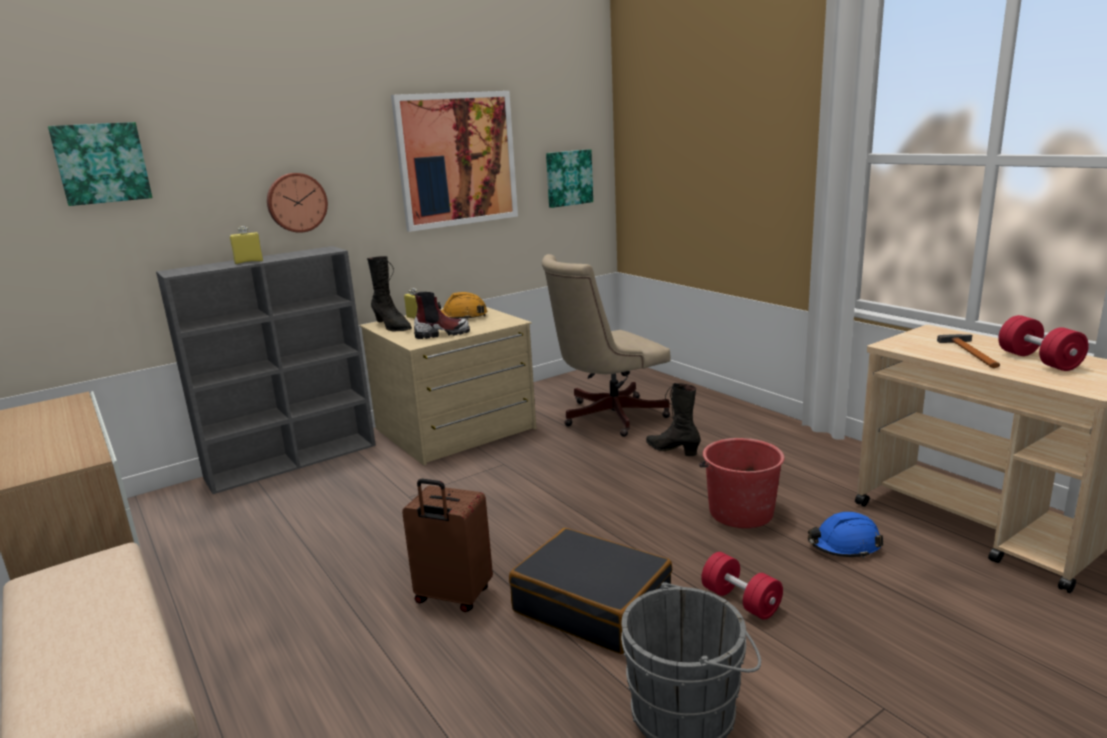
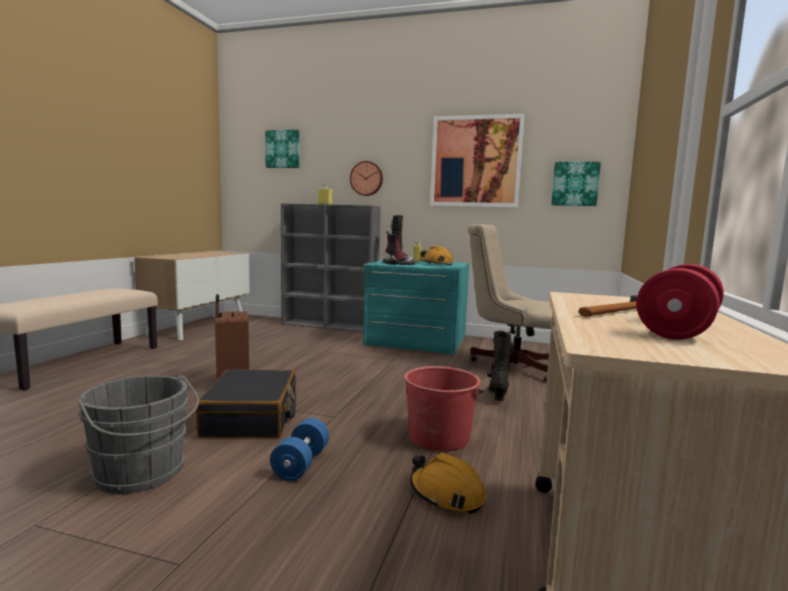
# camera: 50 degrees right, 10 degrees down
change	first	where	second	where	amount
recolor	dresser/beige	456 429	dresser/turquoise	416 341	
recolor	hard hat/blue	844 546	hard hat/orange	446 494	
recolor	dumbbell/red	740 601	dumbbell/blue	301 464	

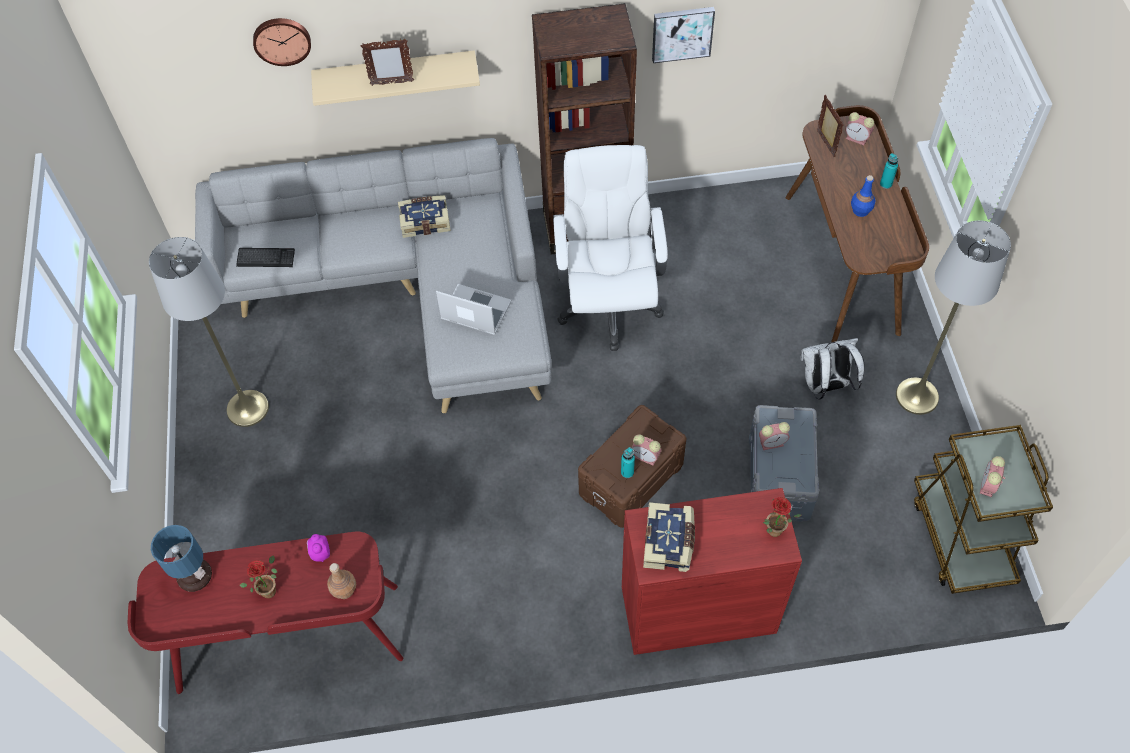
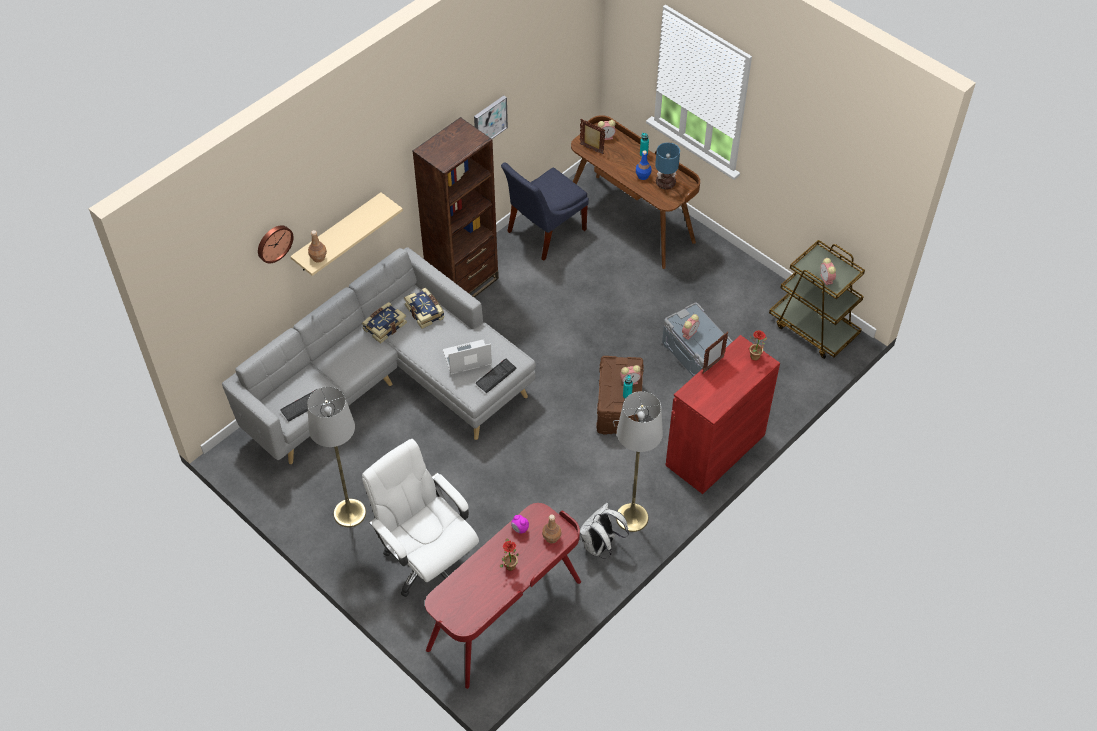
# camera: 40 degrees left, 5 degrees down
change	first	where	second	where	amount
move	picture frame	391 83		712 365	
move	office chair/white	608 304		427 560	
move	floor lamp/grey	917 396		632 517	
move	backpack/white	825 386		600 546	
move	book	669 542		425 312	
move	table lamp	194 576		665 183	
insert			chair/blue	543 232	
insert			bottle/brown	318 257	
insert			keyboard	496 376	

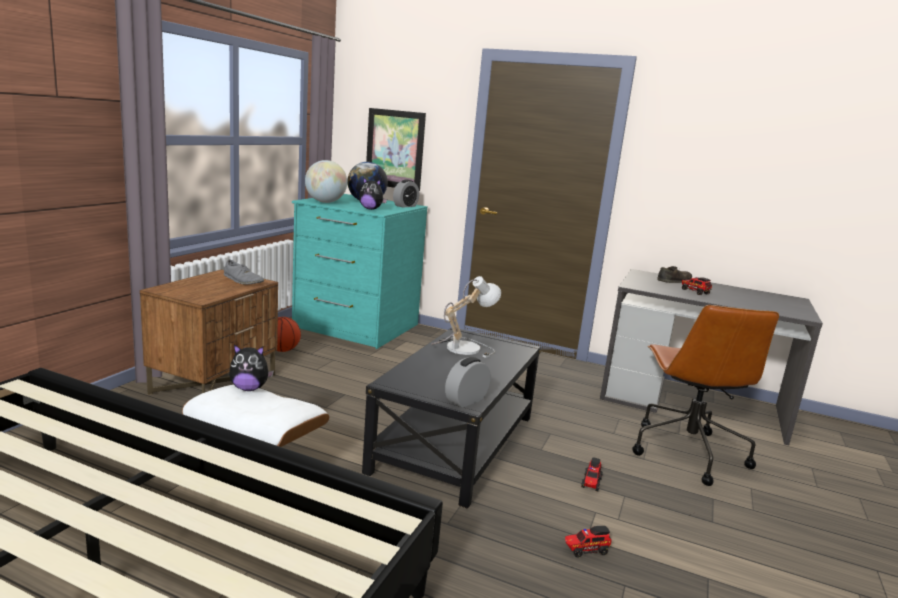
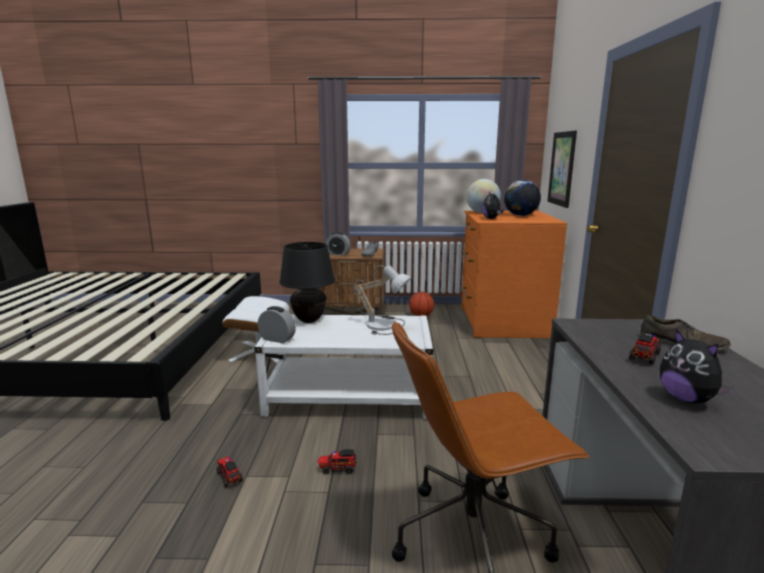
# camera: 70 degrees right, 0 degrees up
change	first	where	second	where	amount
move	alarm clock	405 206		338 254	
recolor	dresser/turquoise	355 326	dresser/orange	502 322	
recolor	coffee table/black	454 444	coffee table/white	349 396	
move	plush toy	249 388		687 399	
insert			table lamp/black	308 320	

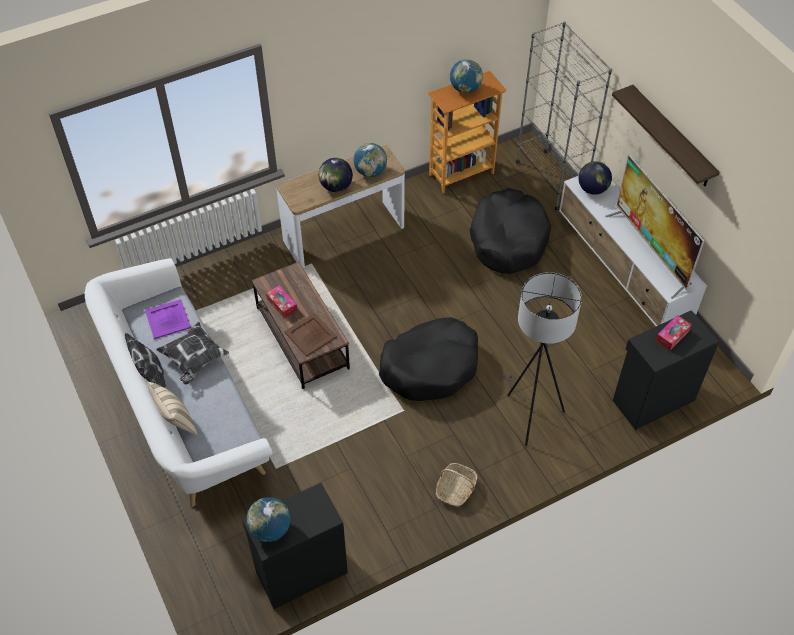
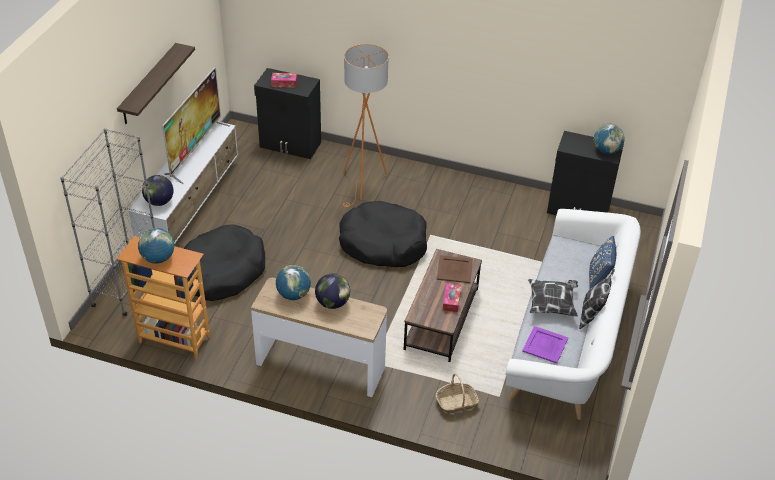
# camera: 135 degrees left, 10 degrees down
change	first	where	second	where	amount
recolor	floor lamp/grey	528 414	floor lamp/orange	363 185	
recolor	pillow/beige	176 422	pillow/blue	599 279	
move	basket	456 489		456 403	

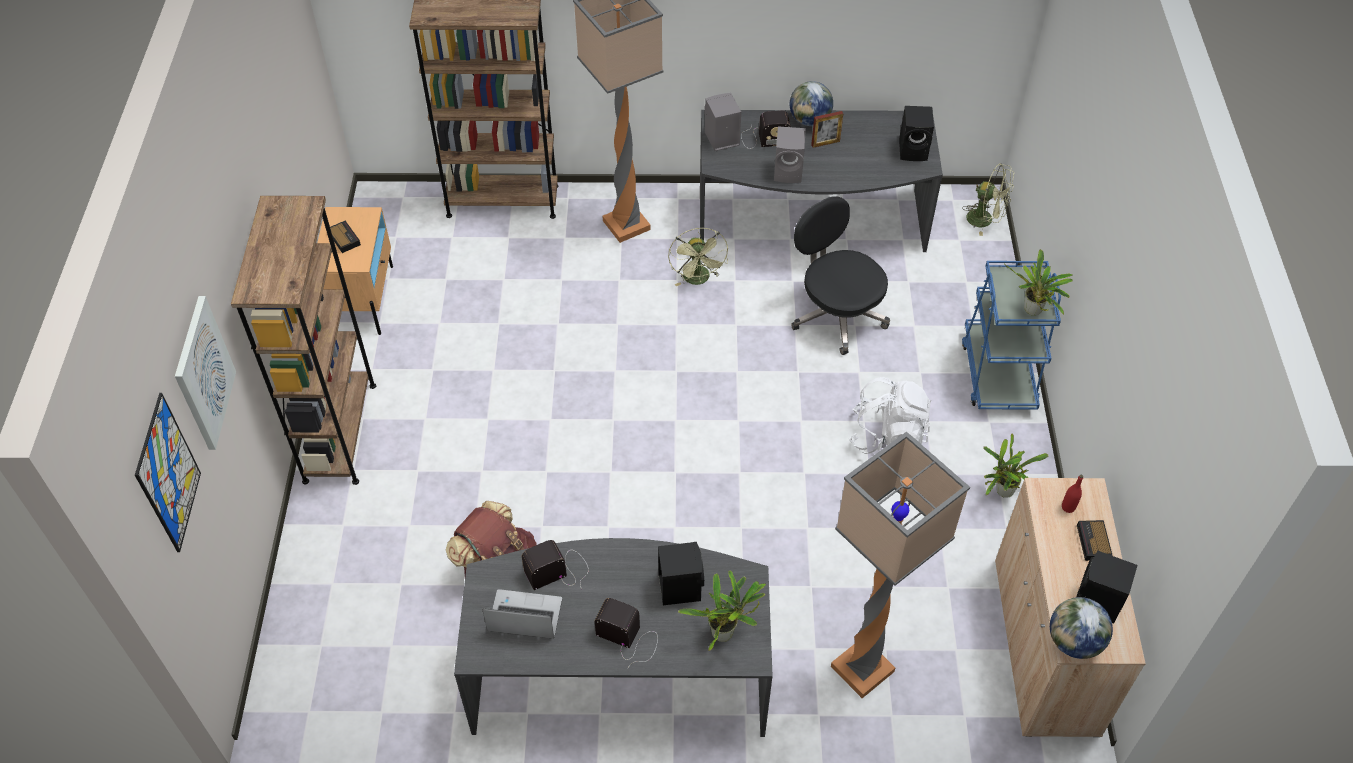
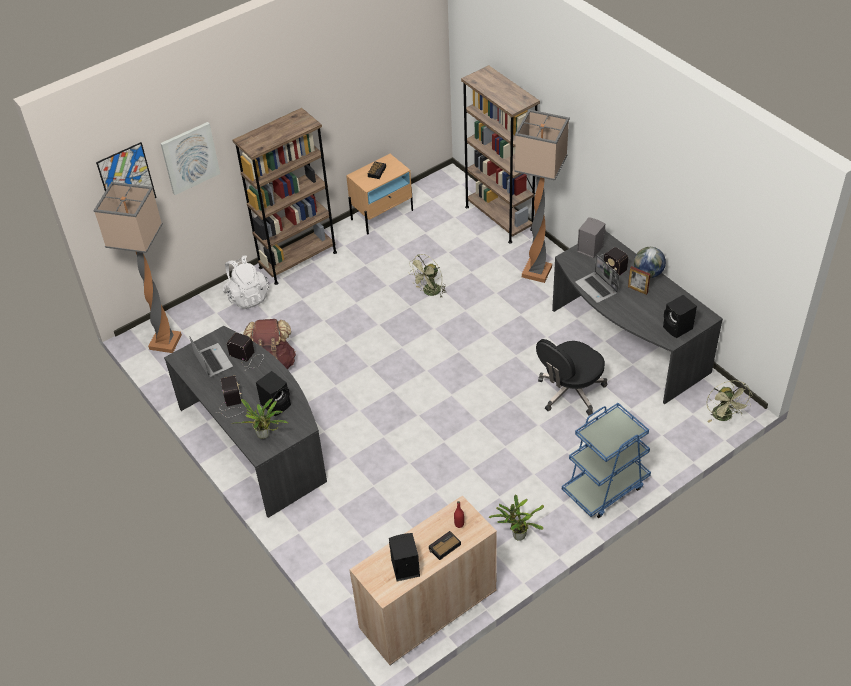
# camera: 55 degrees right, 5 degrees down
change	first	where	second	where	amount
replace	speaker/grey	789 172	laptop	597 288	
rotate	office chair/black	836 314		570 392	150 degrees counterclockwise
move	fan/green	698 280		429 292	
delete	potted plant	1032 312			
move	backpack/white	887 435		247 296	
move	floor lamp	862 671		164 342	
delete	globe	1074 642			

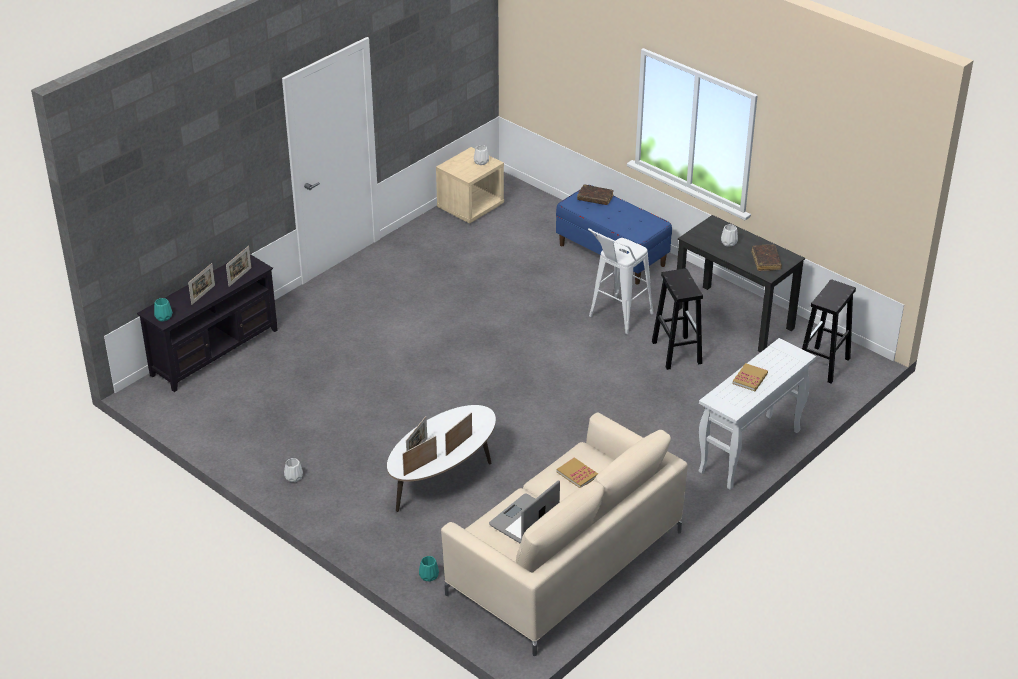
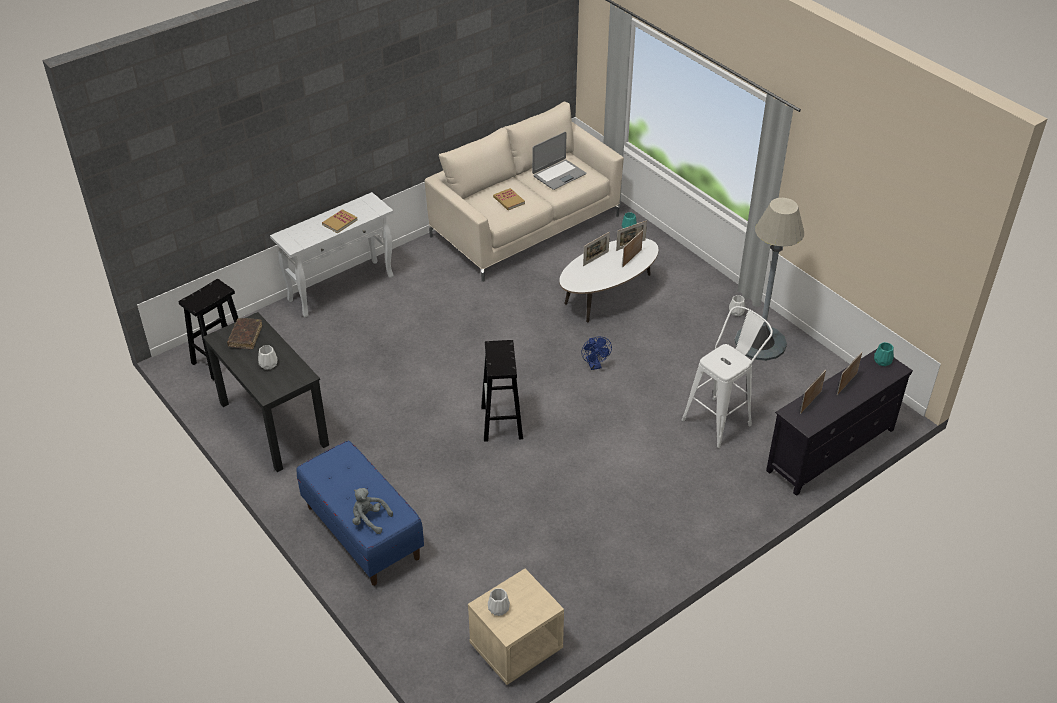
# camera: 170 degrees left, 5 degrees up
change	first	where	second	where	amount
replace	book/brown	595 198	plush toy/grey	369 520	
move	stool/white	616 318		721 419	
move	stool/black	676 352		502 423	
insert			floor lamp/grey	760 342	
insert			fan/blue	594 365	

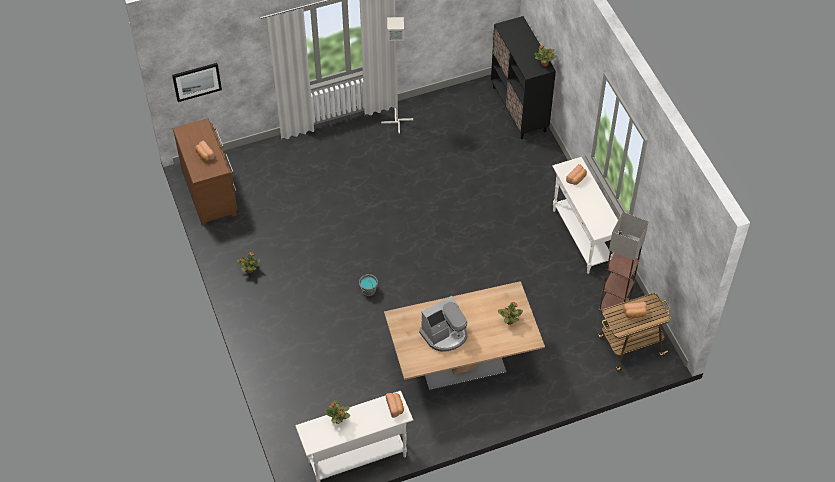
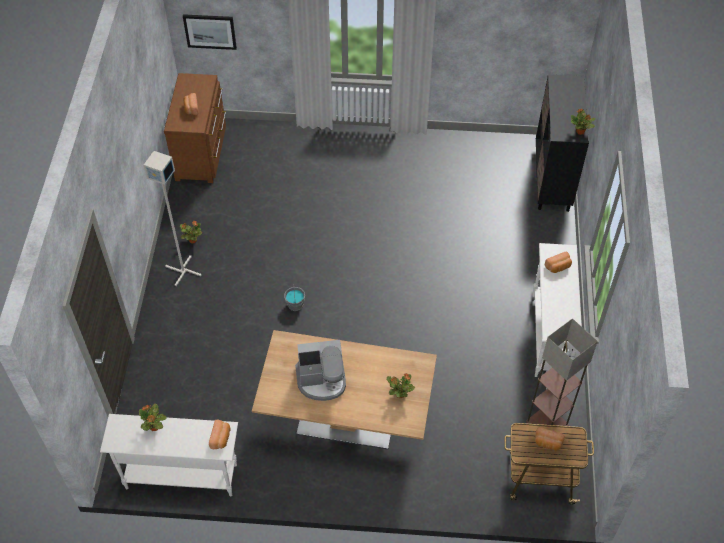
# camera: 25 degrees right, 0 degrees up
change	first	where	second	where	amount
move	floor lamp/grey	396 121		182 271	

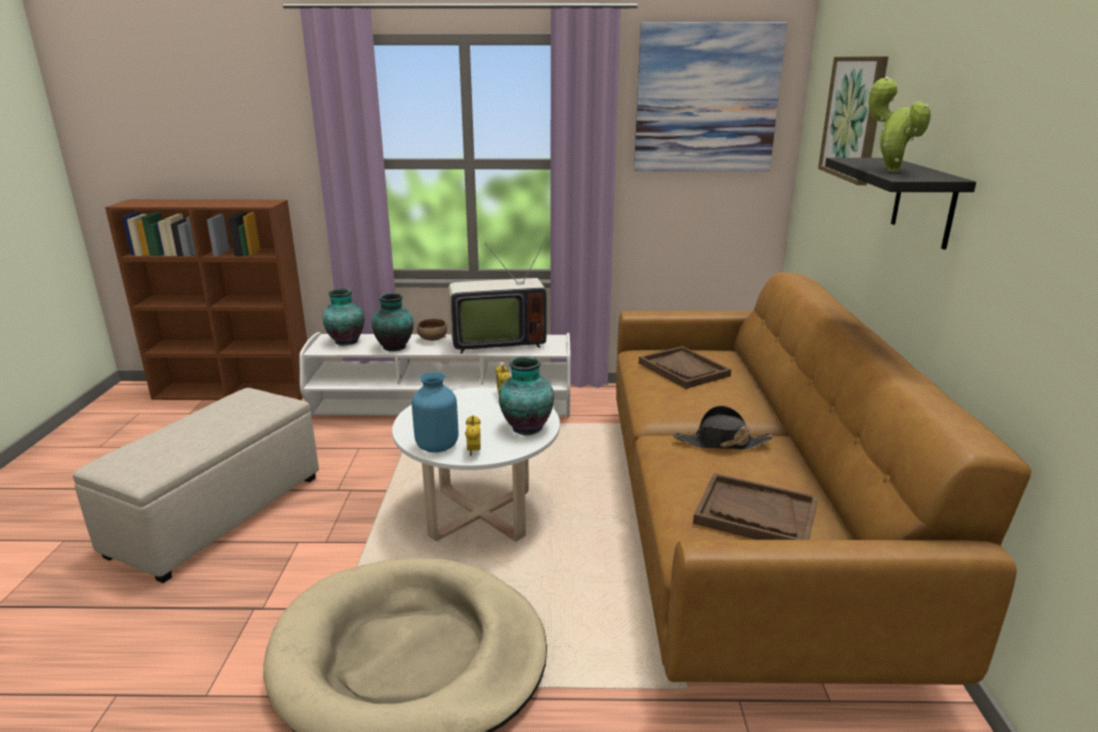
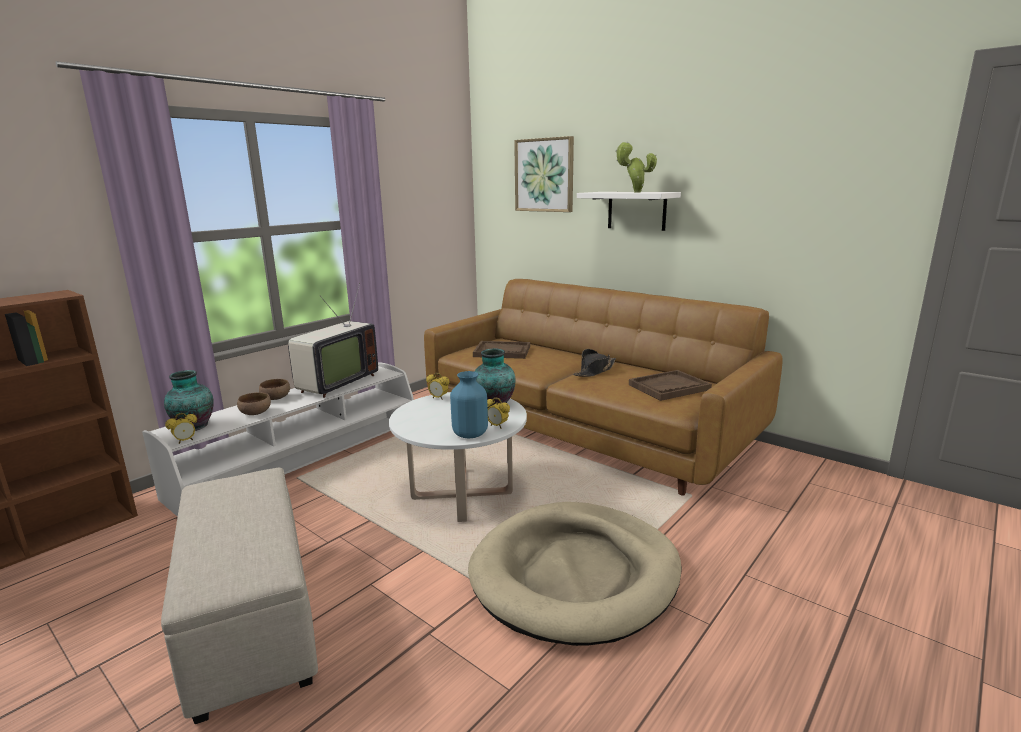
# camera: 50 degrees left, 5 degrees down
change	first	where	second	where	amount
delete	picture	706 99			
recolor	shelf/black	924 202	shelf/white	636 210	
replace	vase	395 347	bowl/brown	256 413	
insert			alarm clock	185 441	

